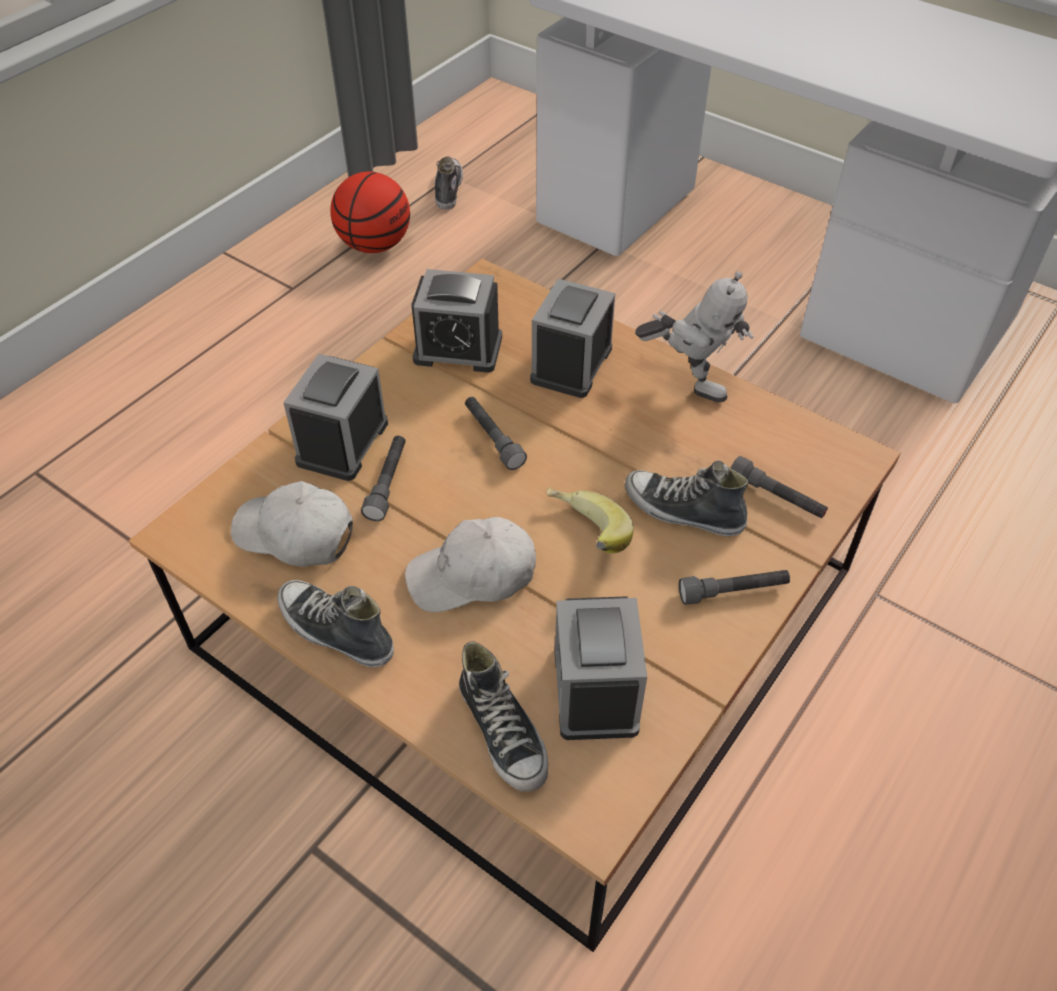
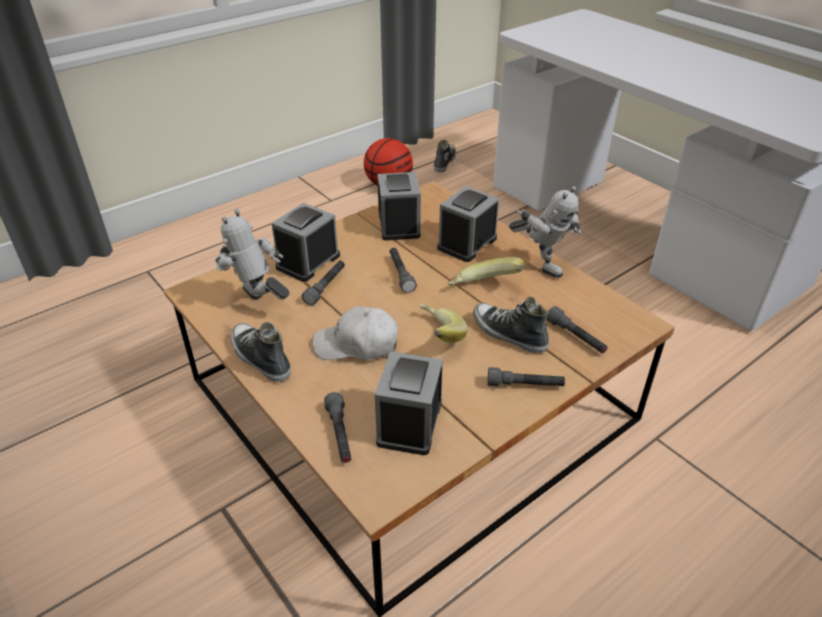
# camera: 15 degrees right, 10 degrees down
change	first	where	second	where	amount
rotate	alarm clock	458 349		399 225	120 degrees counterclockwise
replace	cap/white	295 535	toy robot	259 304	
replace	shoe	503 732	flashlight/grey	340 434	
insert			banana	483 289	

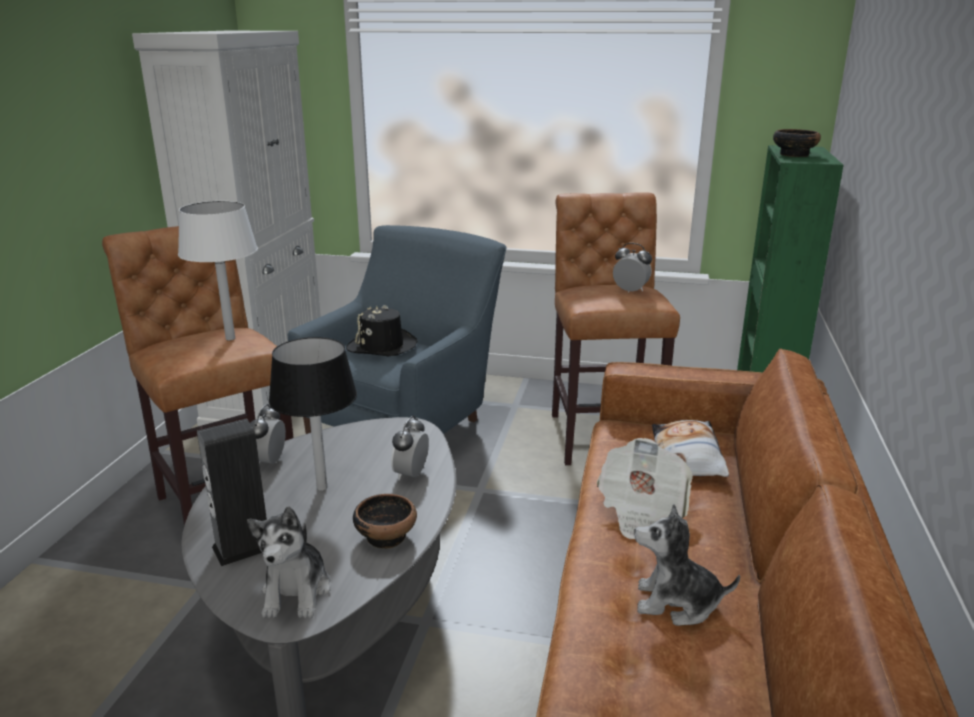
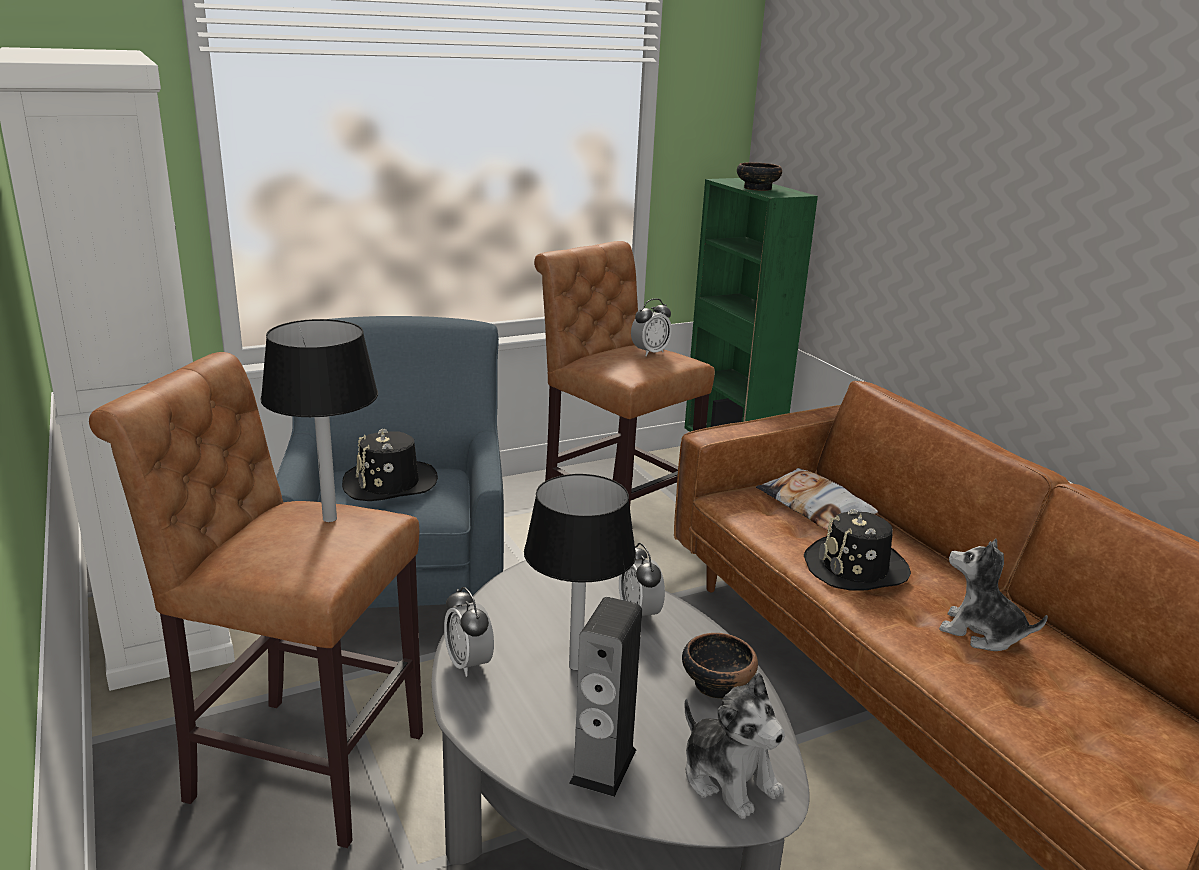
# camera: 40 degrees left, 0 degrees up
change	first	where	second	where	amount
recolor	table lamp/white	230 338	table lamp/black	330 519	
rotate	alarm clock	630 291		650 352	150 degrees clockwise
replace	newspaper	642 511	hat/black	856 568	
rotate	plush toy	676 603		981 633	60 degrees clockwise

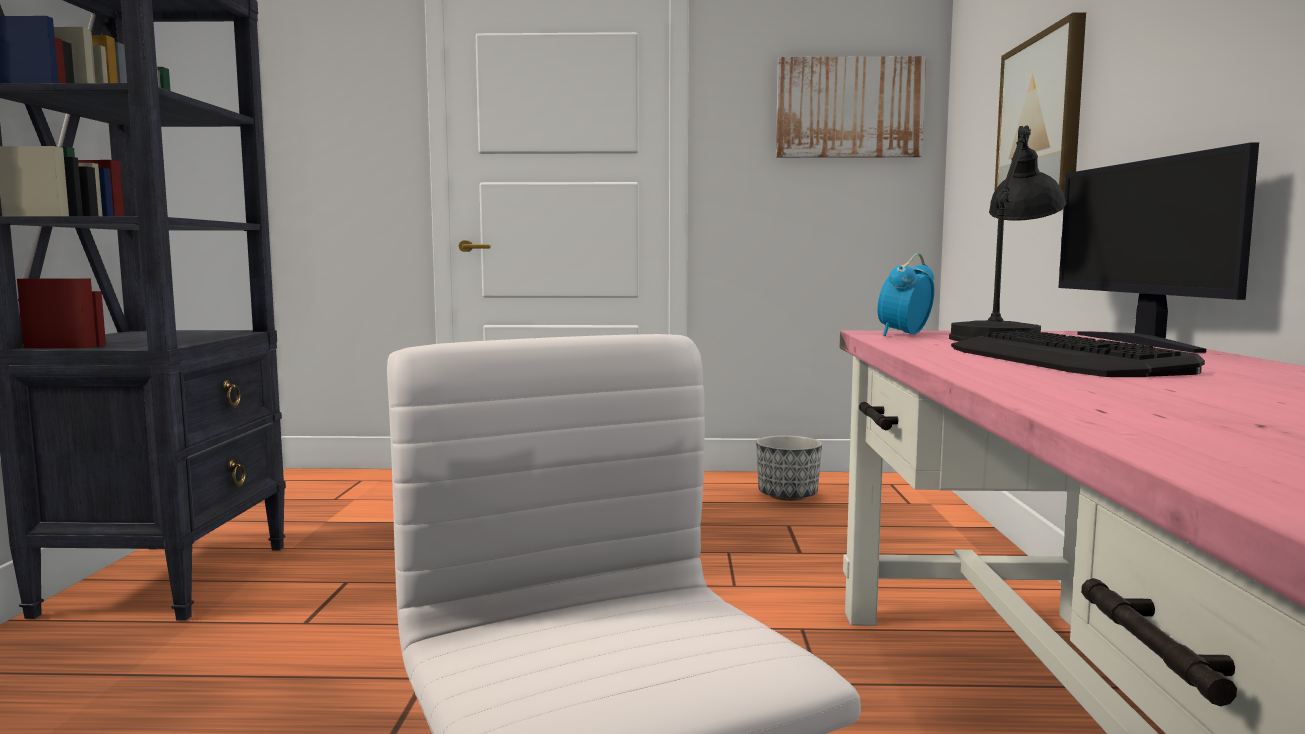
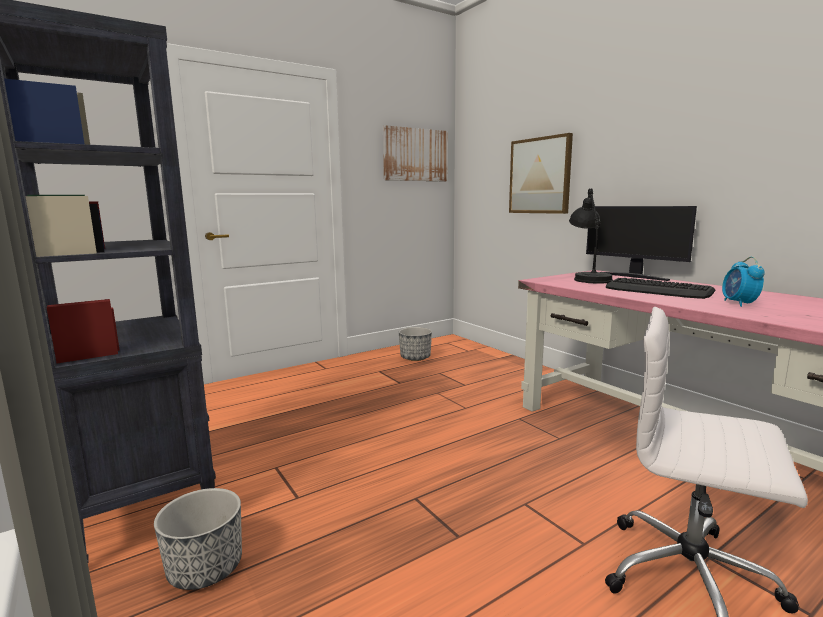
# camera: 35 degrees left, 5 degrees up
change	first	where	second	where	amount
move	alarm clock	904 335		739 303	
insert			planter	205 568	

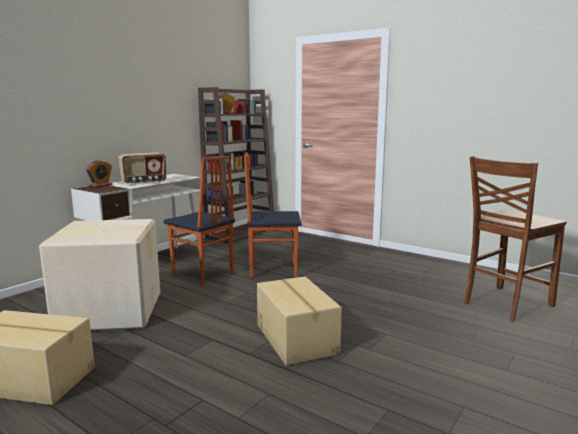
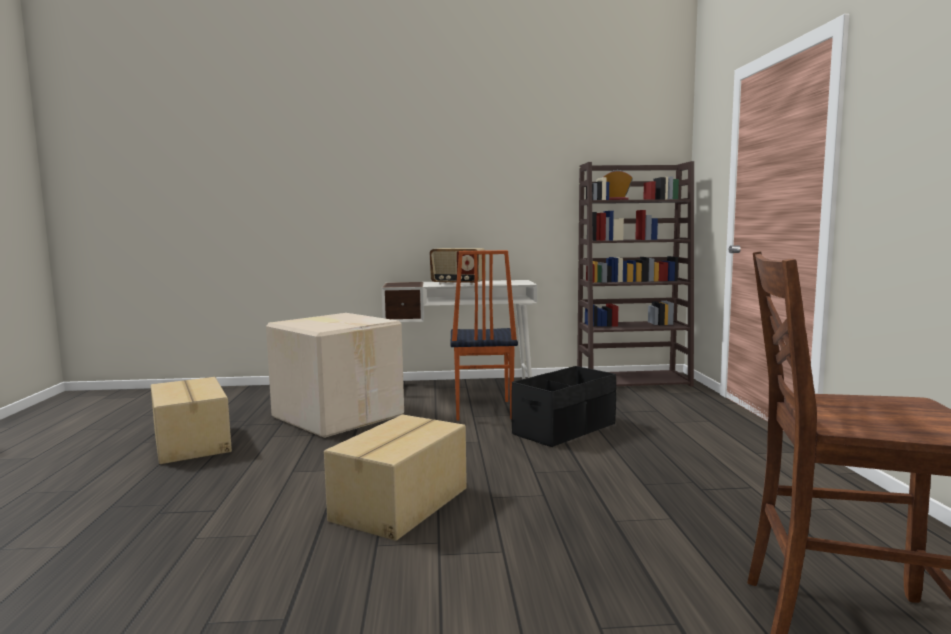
# camera: 50 degrees right, 5 degrees down
change	first	where	second	where	amount
replace	chair	272 270	storage box/black	565 429	
delete	alarm clock	100 185			

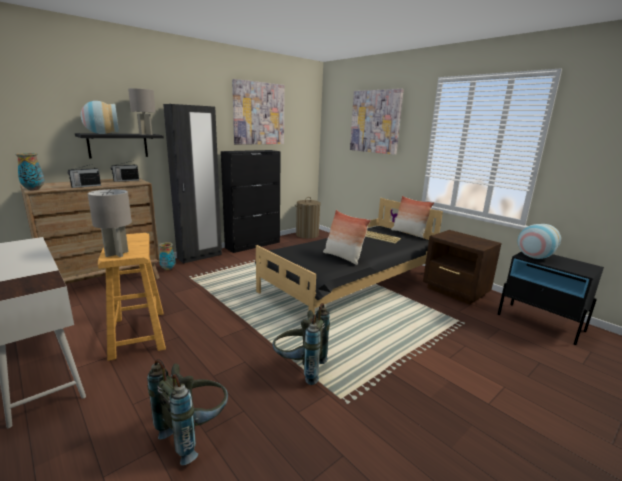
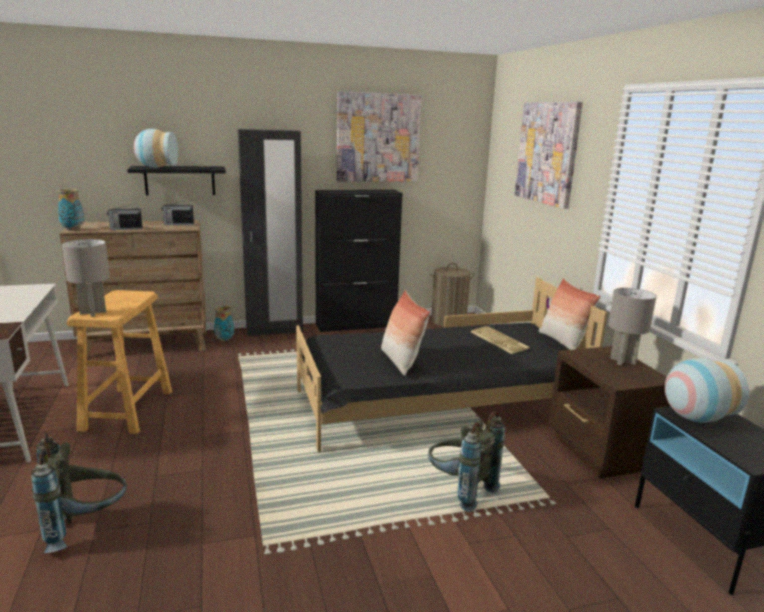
# camera: 25 degrees right, 0 degrees up
change	first	where	second	where	amount
move	table lamp/grey	145 134		622 361	
move	backpack/grey	299 369		459 490	

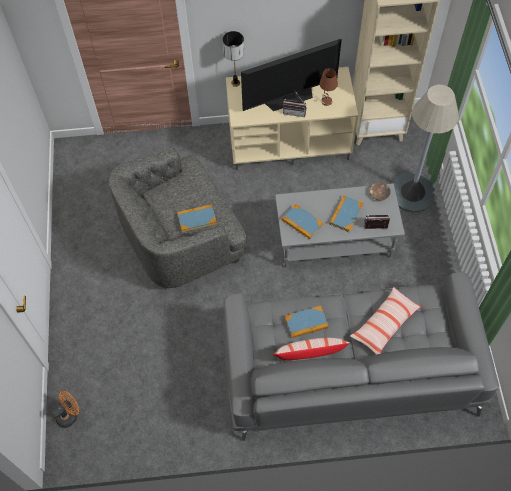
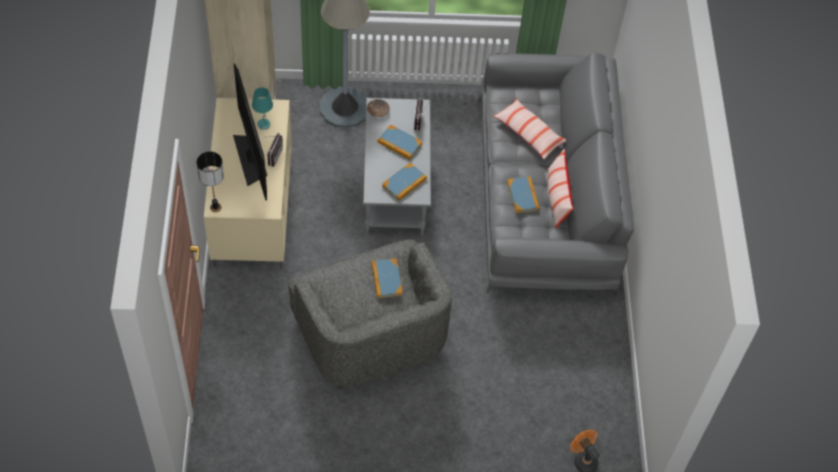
# camera: 90 degrees left, 5 degrees down
change	first	where	second	where	amount
recolor	table lamp/brown	326 101	table lamp/turquoise	264 124	

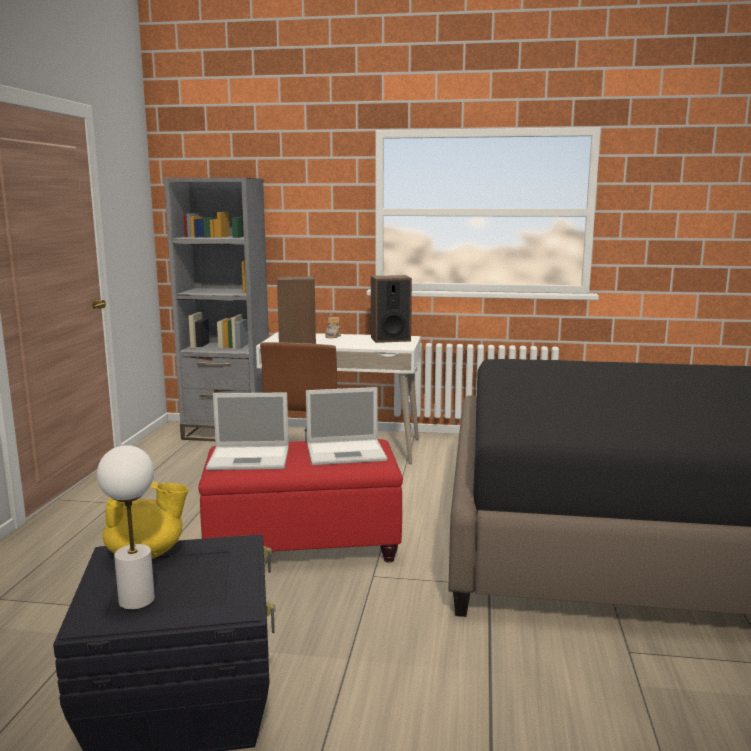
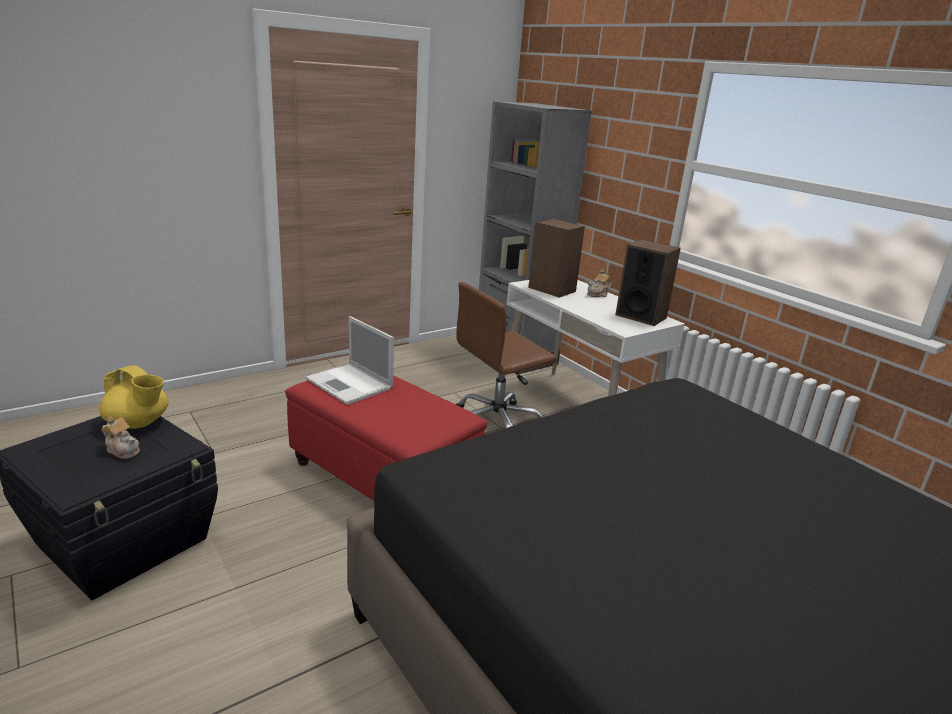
# camera: 45 degrees right, 10 degrees up
change	first	where	second	where	amount
delete	laptop	347 452			
delete	table lamp/white	137 600			
insert			teapot	123 450	

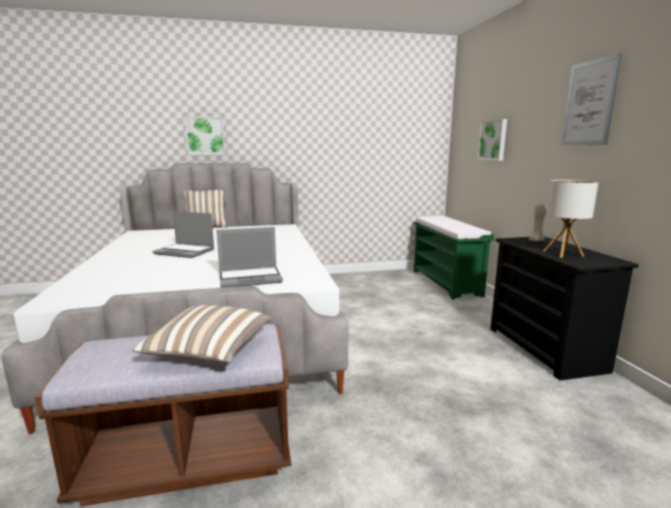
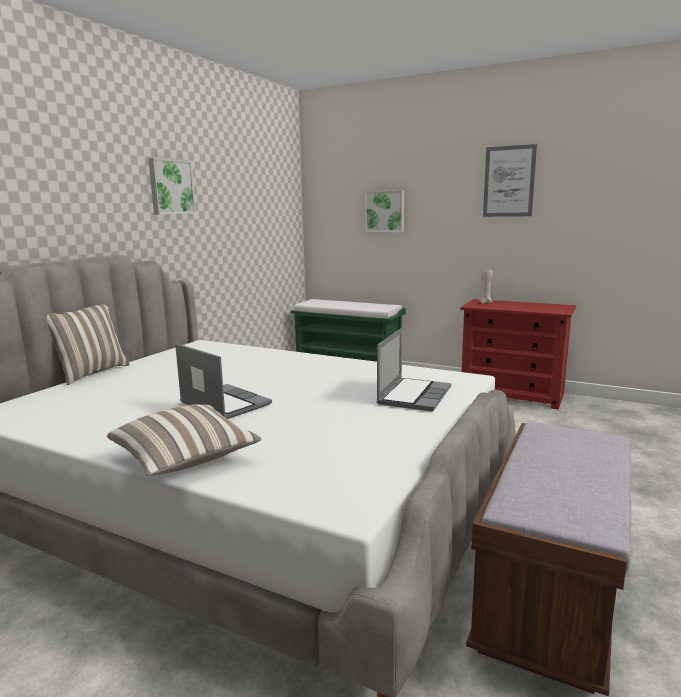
# camera: 50 degrees left, 0 degrees up
change	first	where	second	where	amount
move	picture	205 135		171 187	
delete	table lamp	563 253			
rotate	laptop	185 252		223 404	105 degrees counterclockwise
recolor	dresser/black	545 349	dresser/red	512 394	
move	pillow	208 352		186 459	

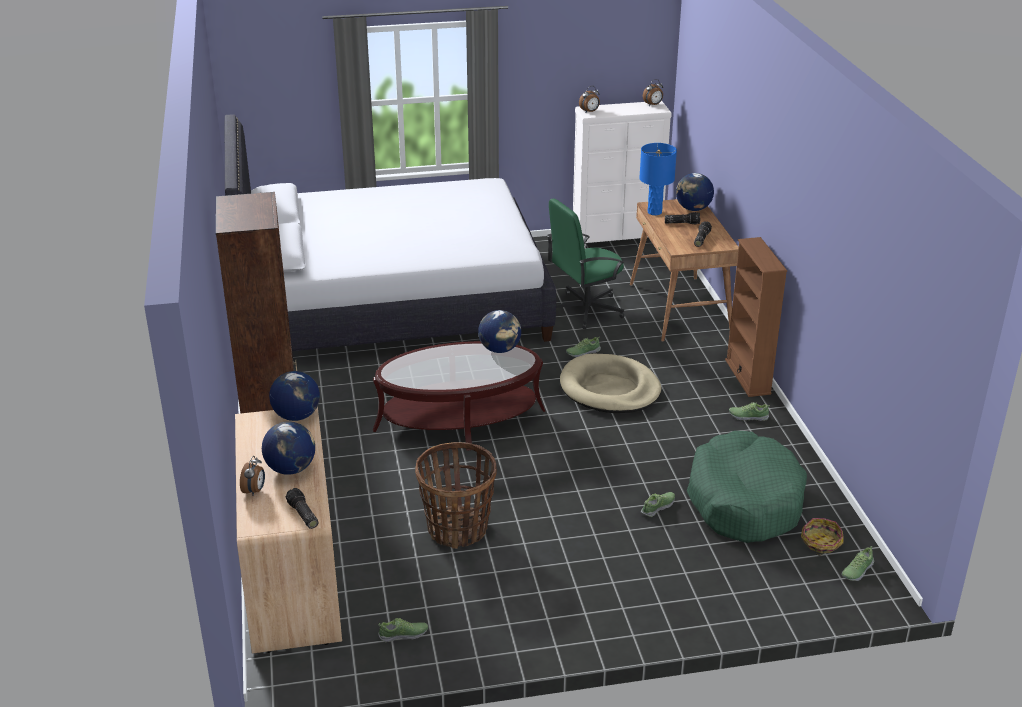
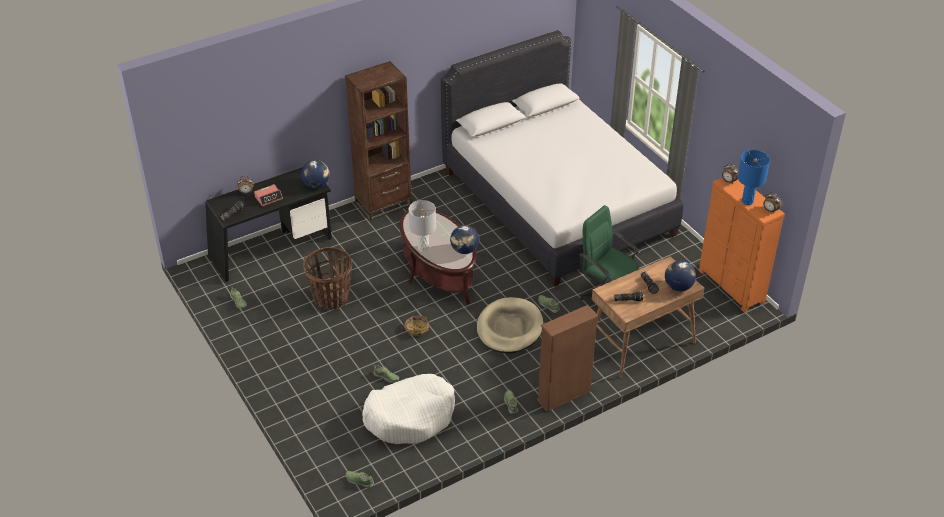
# camera: 70 degrees right, 10 degrees up
change	first	where	second	where	amount
recolor	dresser/white	617 239	dresser/orange	730 287	
move	table lamp/blue	654 212		747 201	
recolor	desk/beige	292 572	desk/black	272 249	
replace	globe	291 469	alarm clock	269 198	
recolor	dog bed/green	744 501	dog bed/white	410 416	
move	basket	820 543		416 329	
insert			table lamp/grey	423 248	

